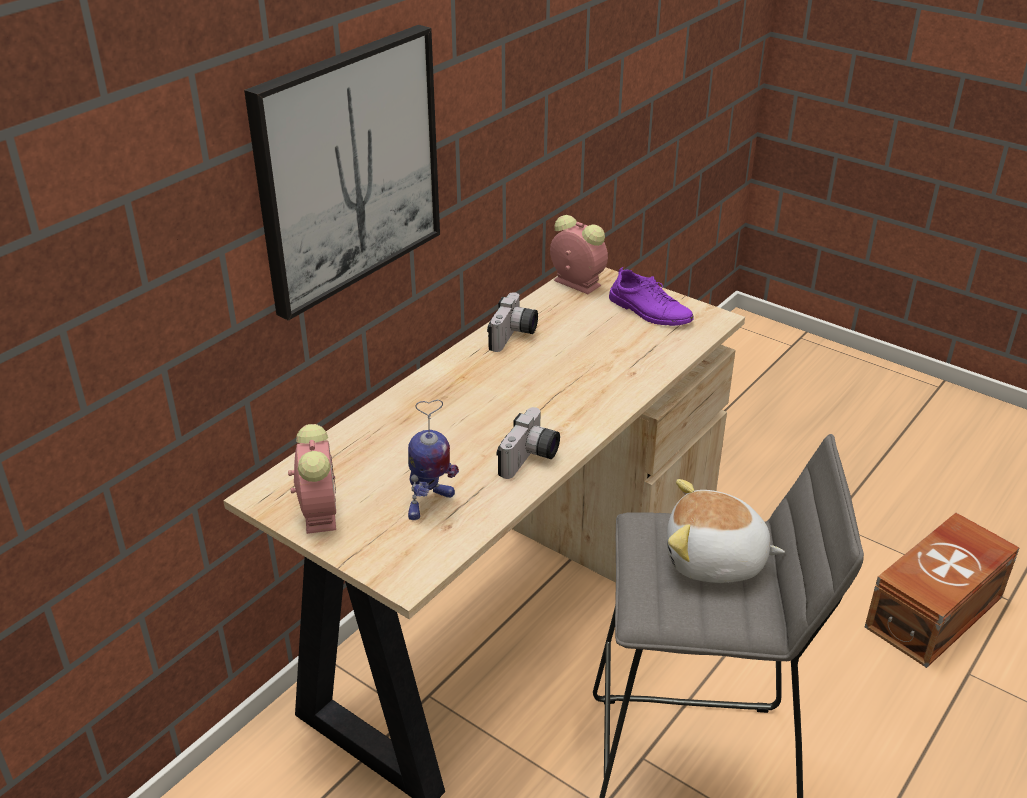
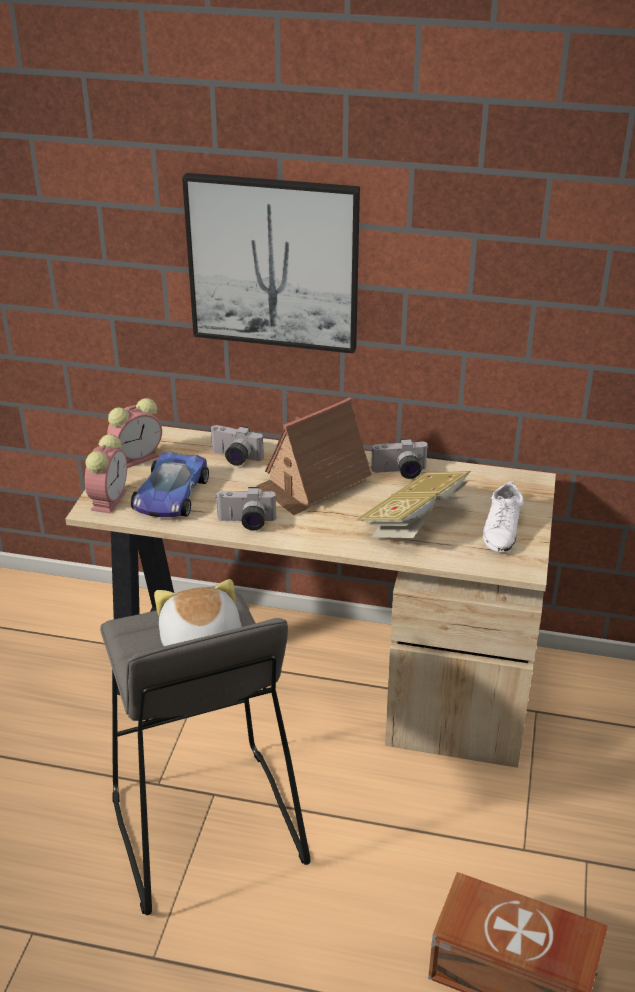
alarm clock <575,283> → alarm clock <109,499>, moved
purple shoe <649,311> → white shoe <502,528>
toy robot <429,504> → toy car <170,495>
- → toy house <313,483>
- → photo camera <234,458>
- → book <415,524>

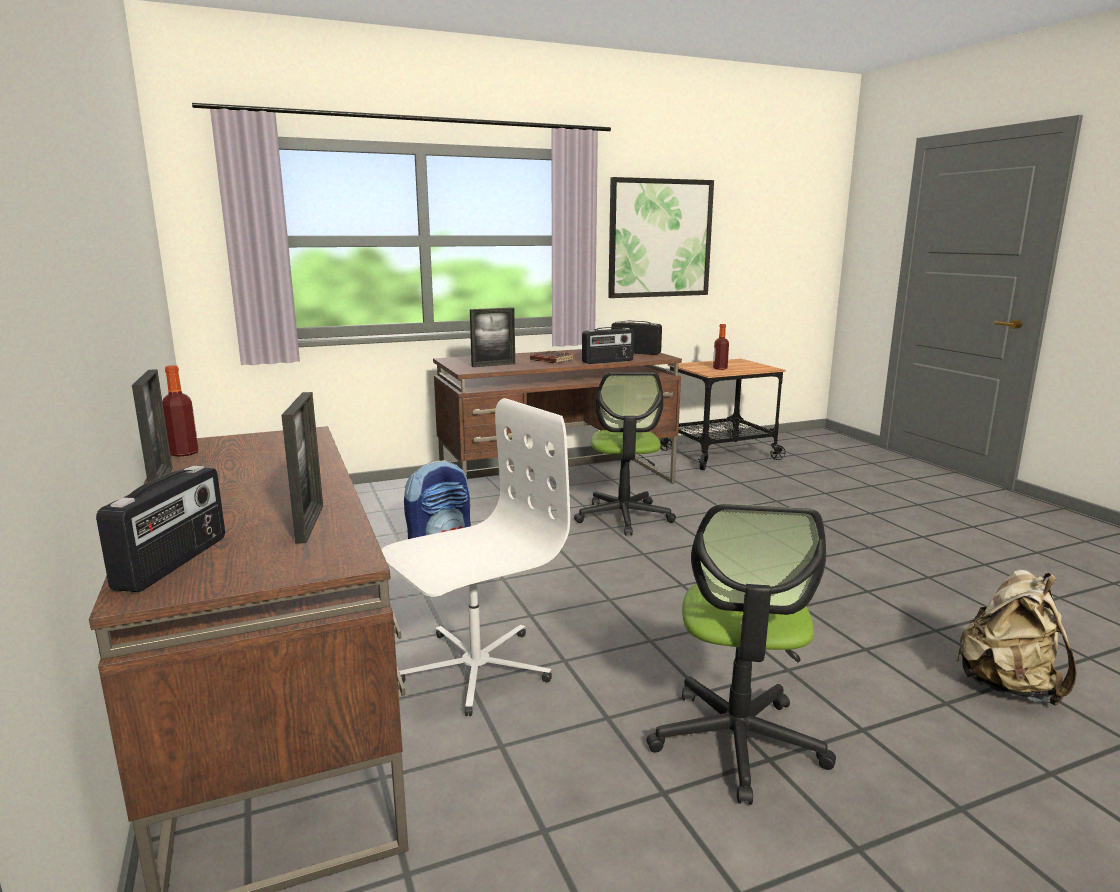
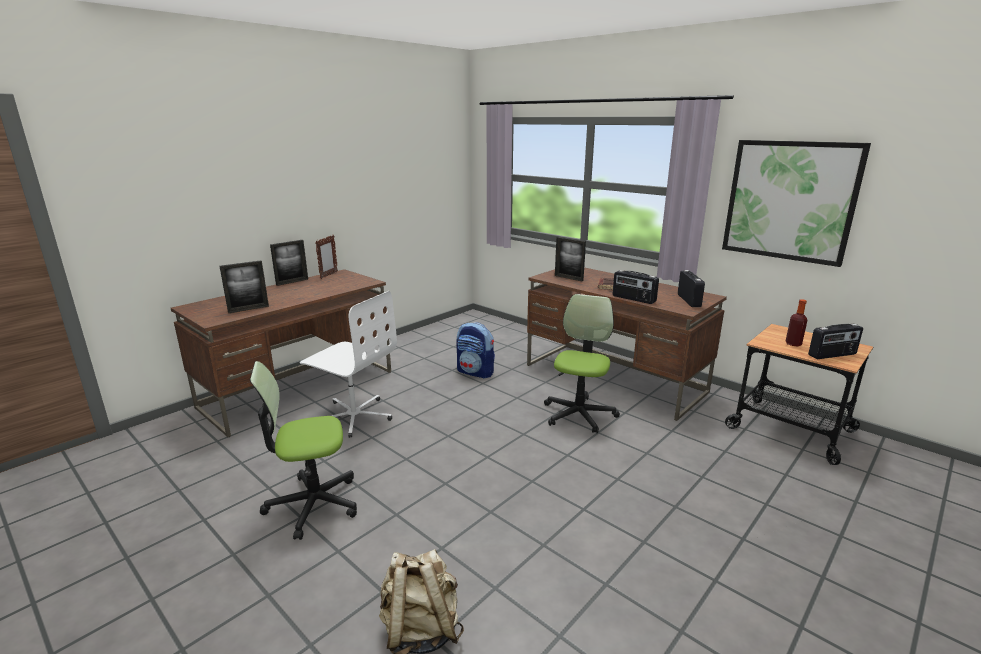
bottle <184,453> → picture frame <328,275>
office chair <624,517> → office chair <579,414>, 135 degrees clockwise
radio <174,562> → radio <832,355>, moved

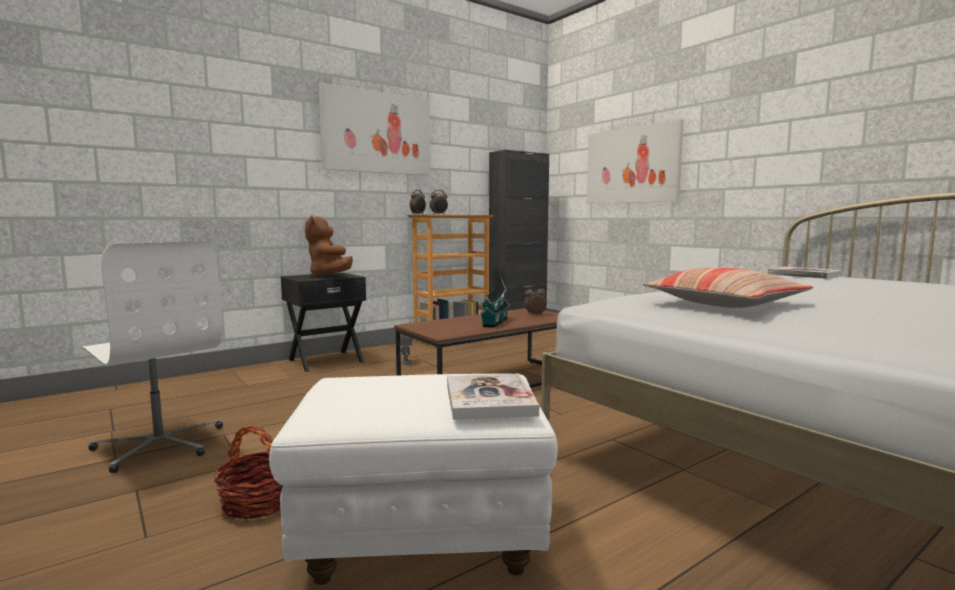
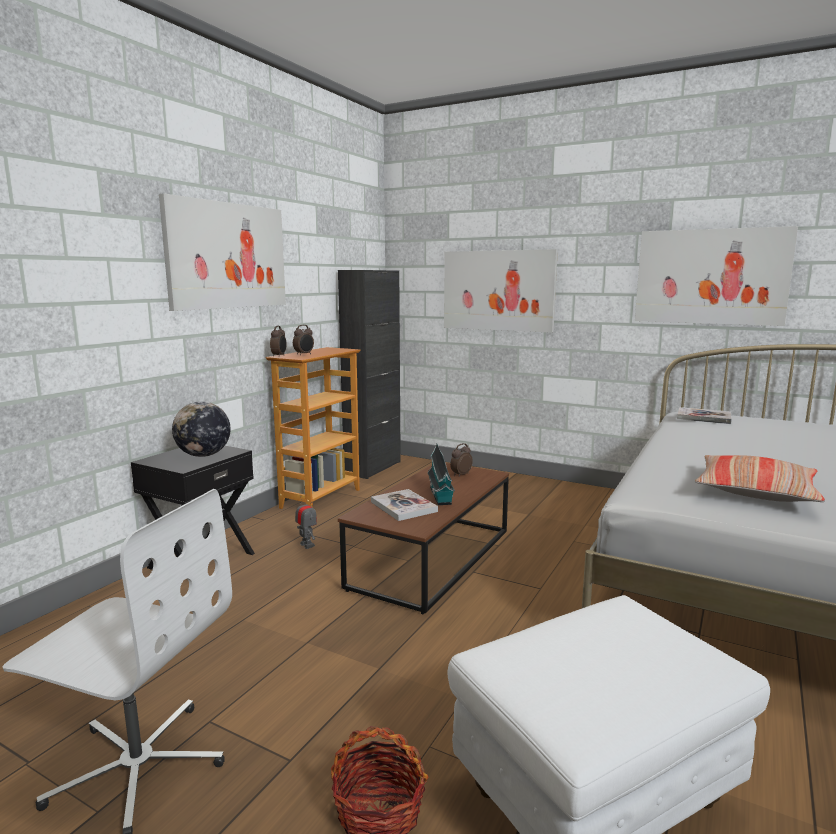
brown plush toy <329,276> → globe <203,455>
book <489,399> → book <403,507>, moved
- → picture <711,277>

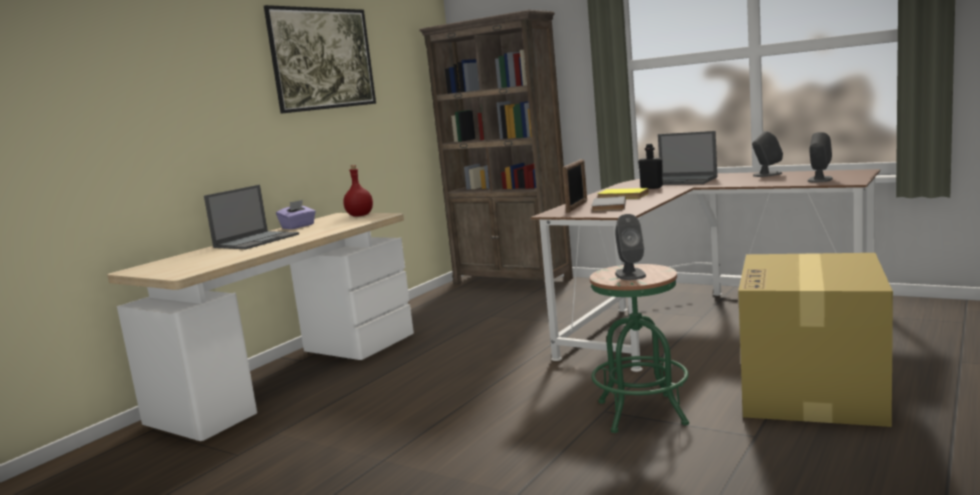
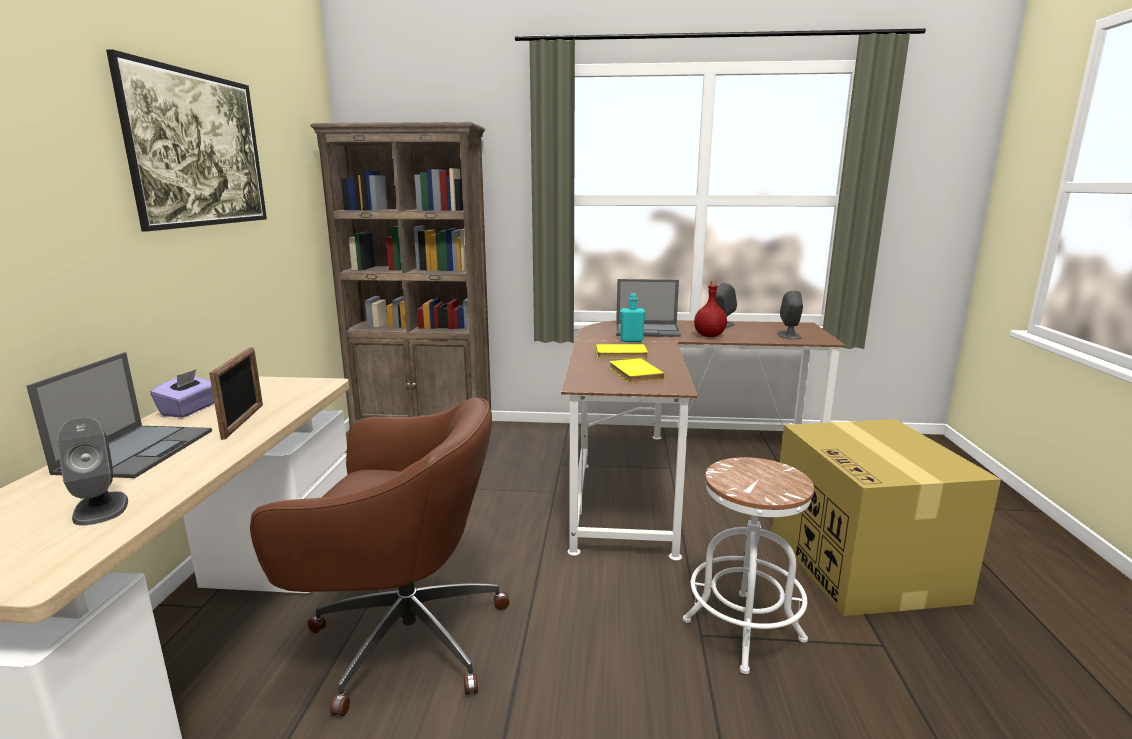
black bottle <651,187> → turquoise bottle <631,340>
picture frame <577,206> → picture frame <243,421>, moved
red bottle <360,215> → red bottle <709,335>, moved
grey book <607,206> → yellow book <633,373>
grey speaker <630,274> → grey speaker <101,508>, moved
green stool <641,413> → white stool <743,630>
- → brown office chair <403,637>

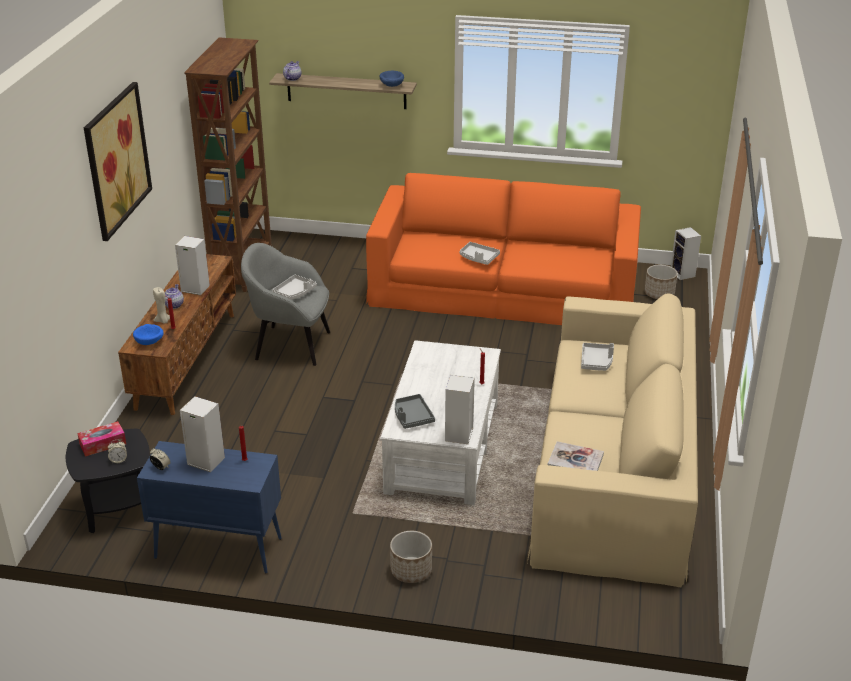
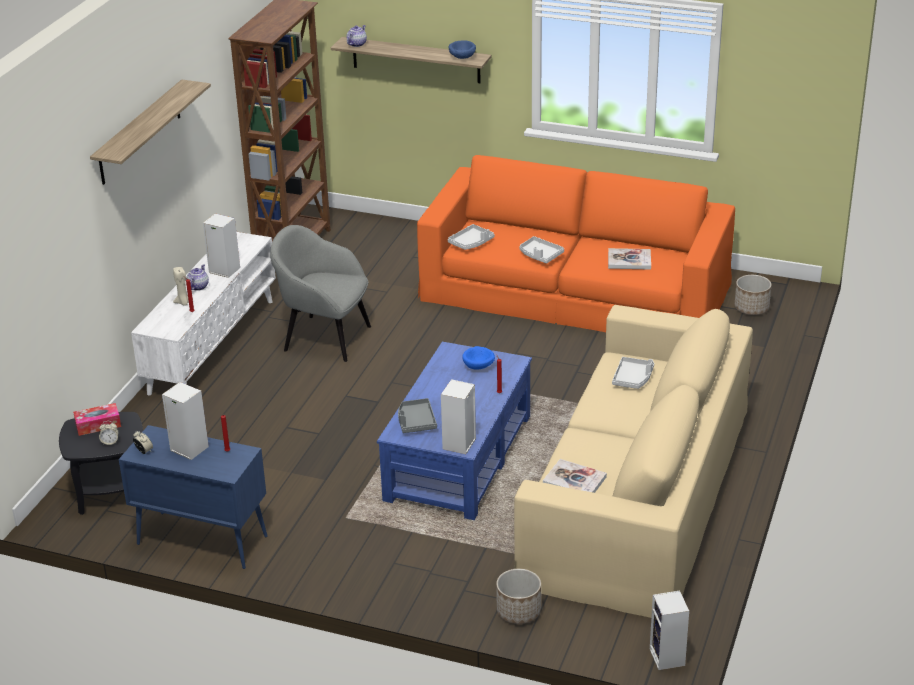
picture <116,160> → shelf <139,133>
speaker <683,274> → speaker <668,658>, moved
brown tv stand <186,359> → white tv stand <212,345>
grey tray <295,293> → grey tray <471,243>, moved
blue bowl <150,342> → blue bowl <479,366>, moved
white coffee table <442,447> → blue coffee table <457,458>
planter <411,571> → planter <518,611>, moved
- → book <629,260>

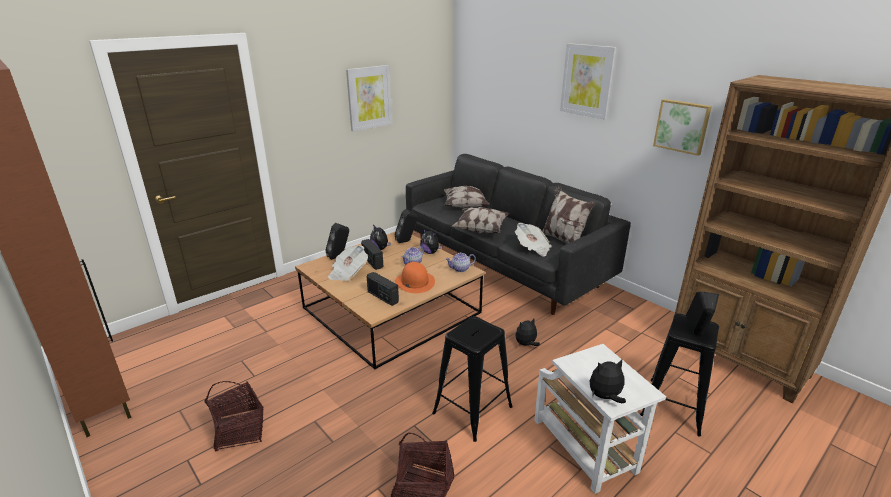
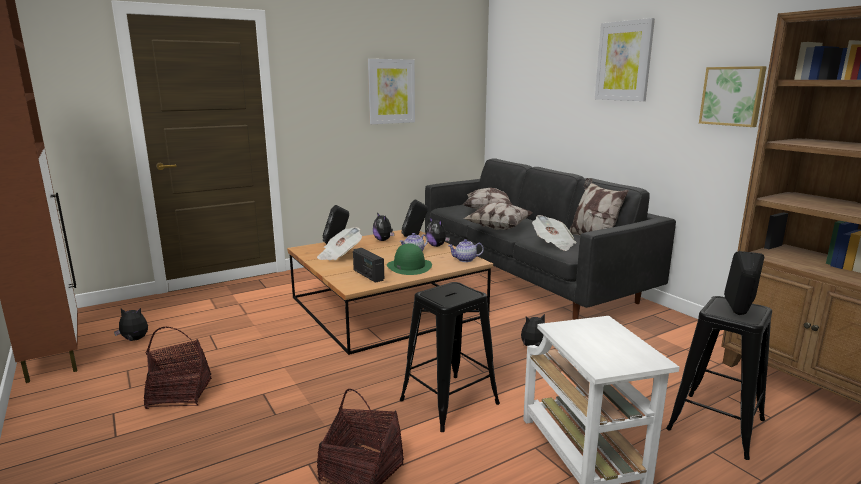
radio <372,262> → -
orange hat <414,282> → green hat <409,266>
plush toy <605,397> → plush toy <134,340>, moved

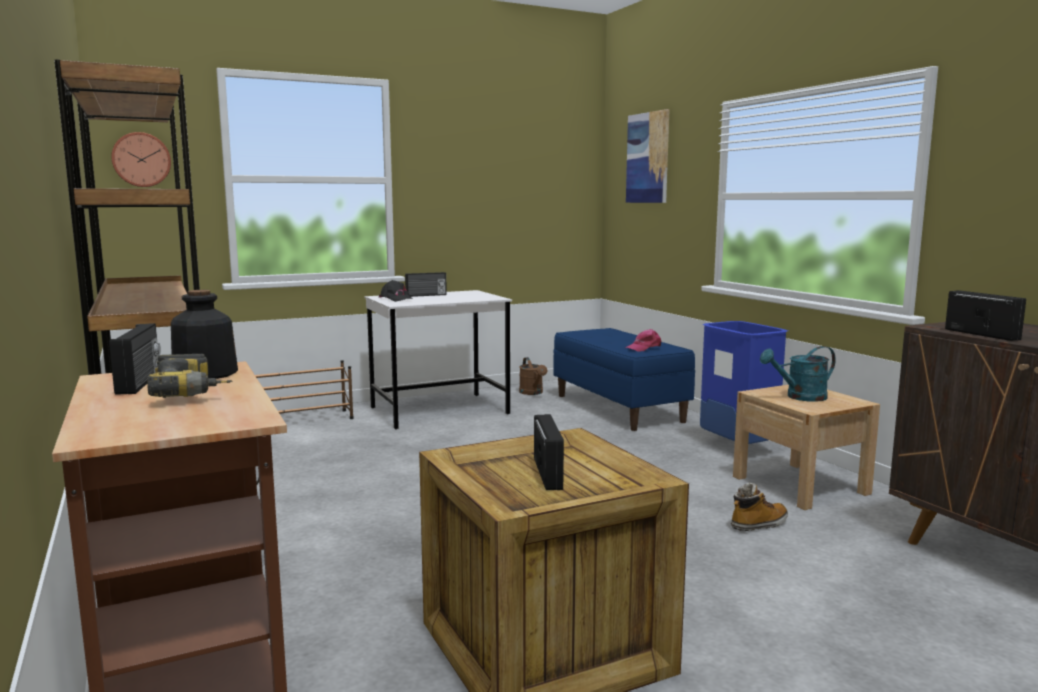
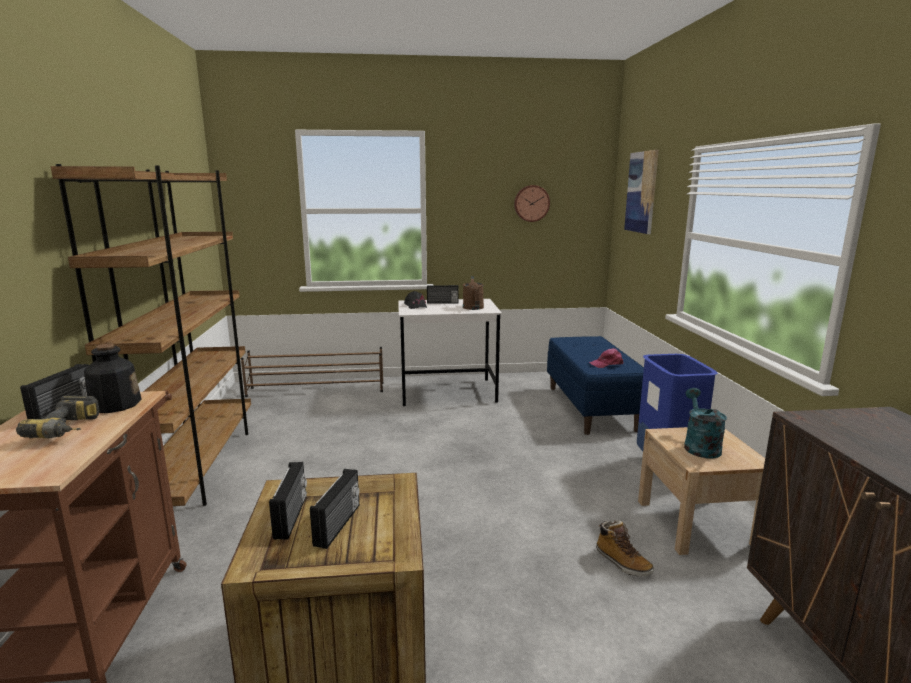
wall clock <141,160> → wall clock <531,203>, moved
radio <982,334> → radio <292,516>, moved
turquoise watering can <800,397> → turquoise watering can <699,446>, 90 degrees clockwise
brown watering can <533,393> → brown watering can <473,308>, moved
boot <759,524> → boot <622,563>, 60 degrees clockwise

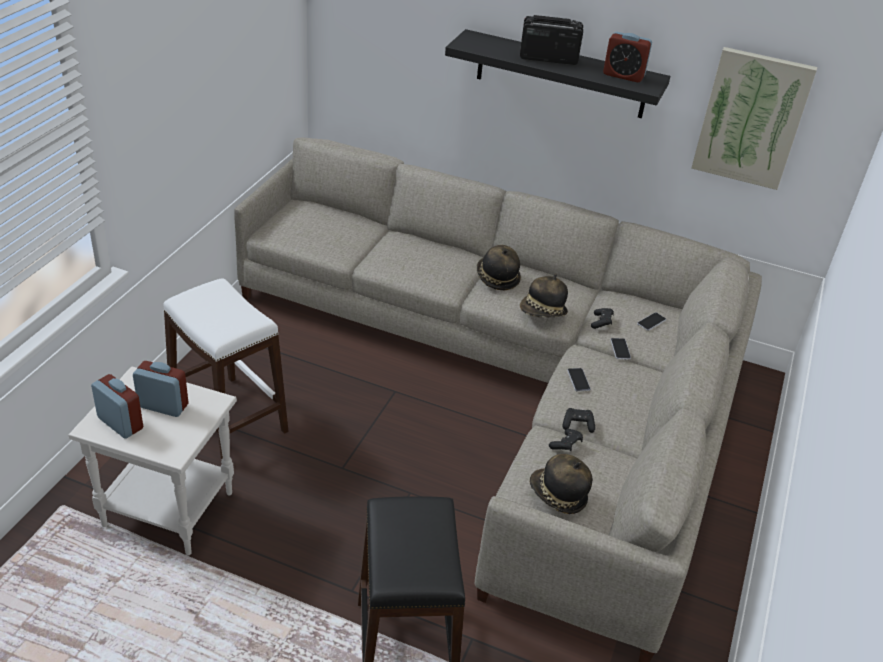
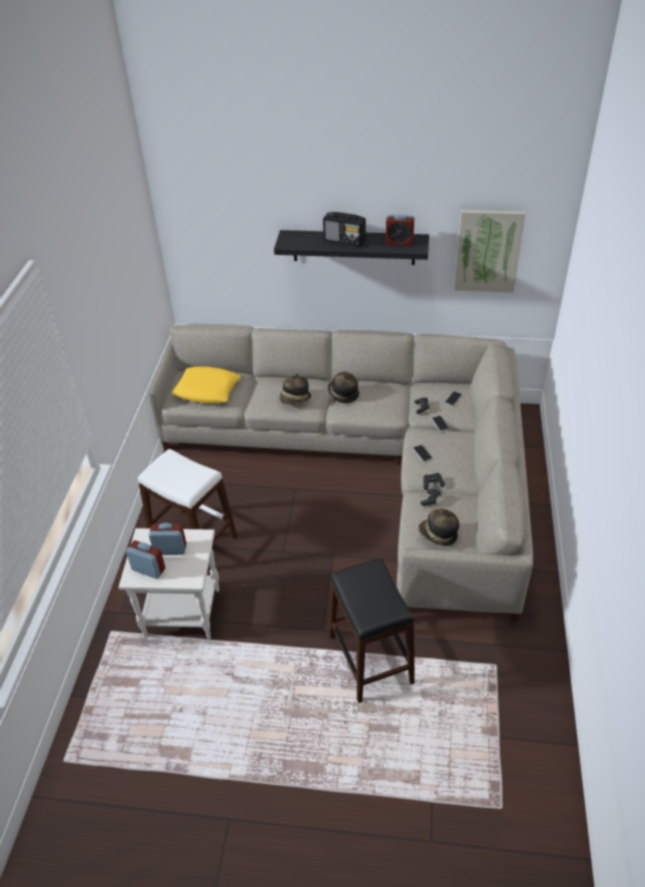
radio <547,58> → radio <345,241>, 150 degrees counterclockwise
hat <542,312> → hat <295,399>, moved
- → yellow pillow <207,390>

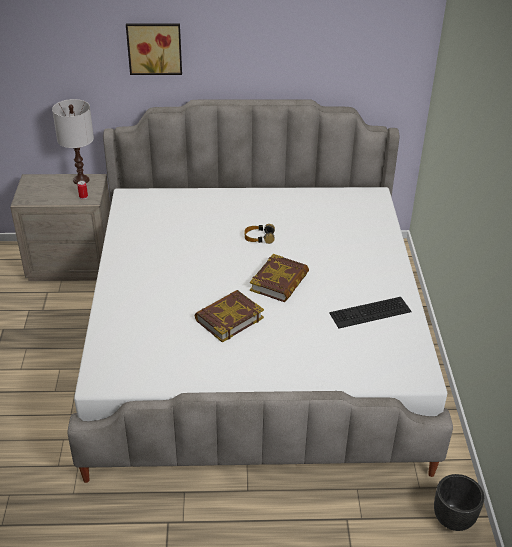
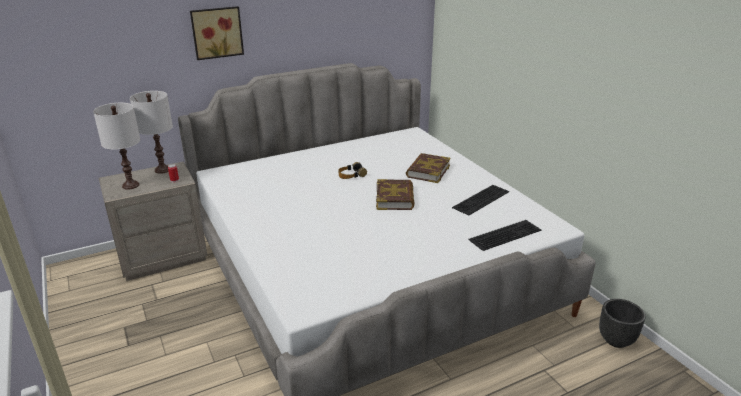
book <229,319> → book <427,171>, moved
- → white table lamp <131,185>
- → keyboard <504,234>

